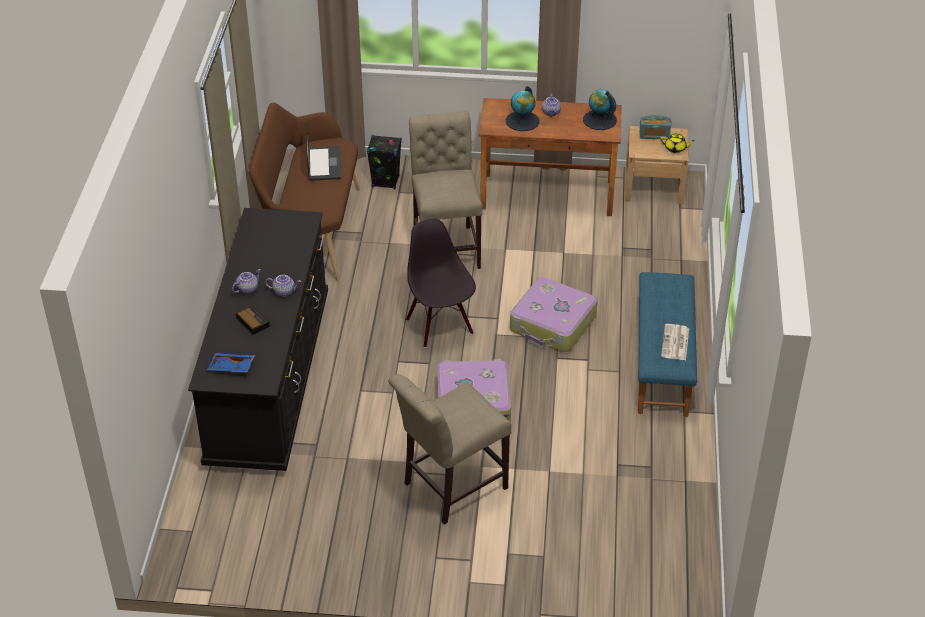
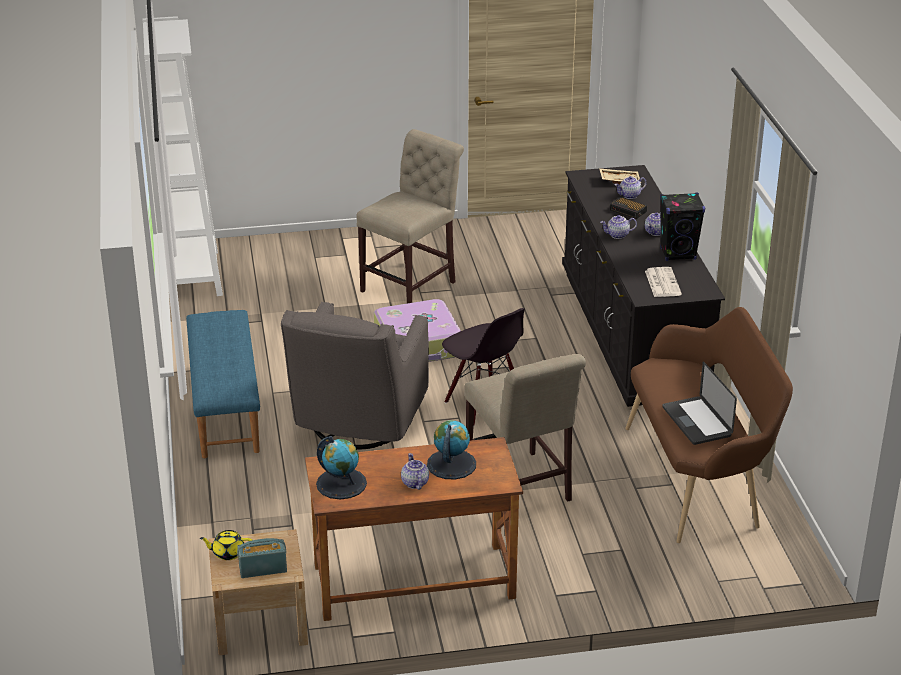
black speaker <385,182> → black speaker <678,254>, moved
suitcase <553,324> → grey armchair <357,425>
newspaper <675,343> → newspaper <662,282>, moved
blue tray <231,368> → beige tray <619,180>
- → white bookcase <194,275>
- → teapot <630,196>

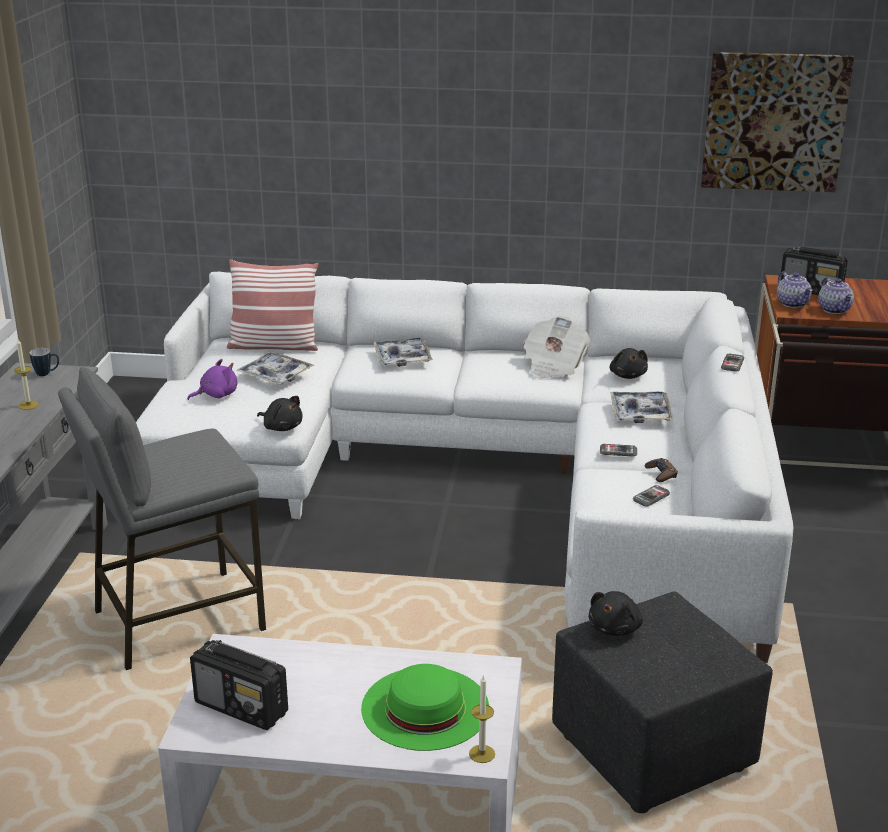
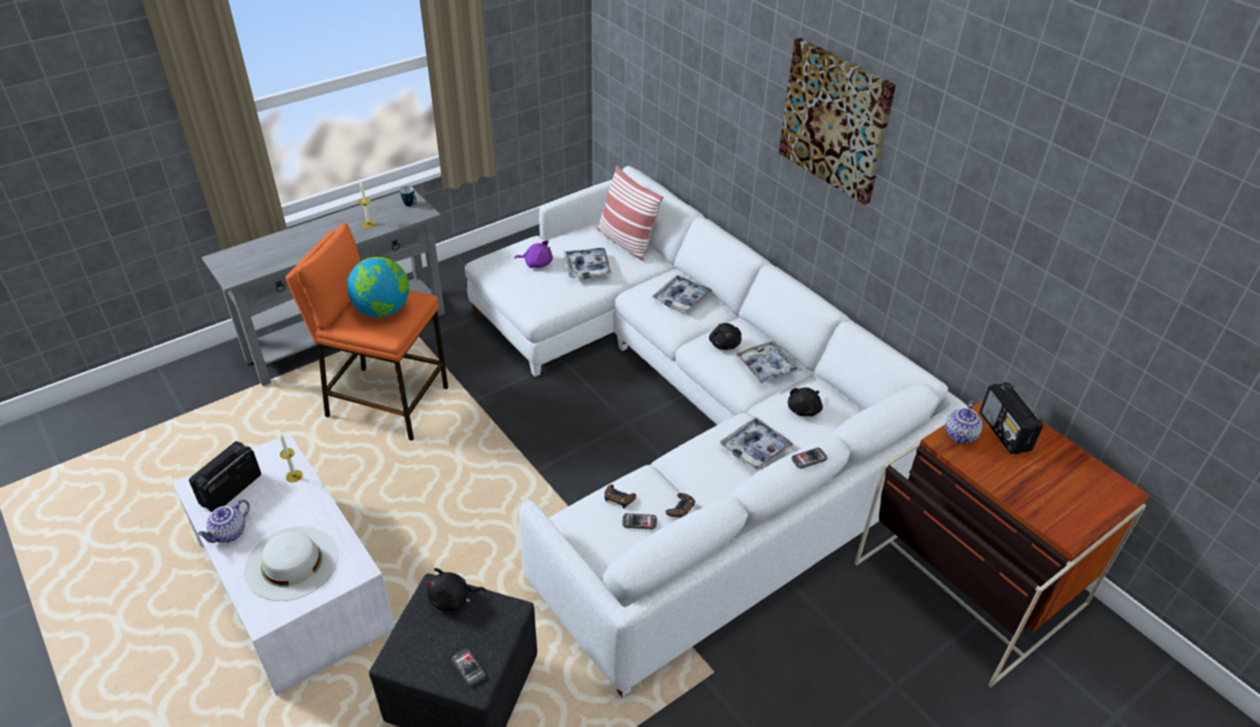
picture <774,122> → picture <835,120>, moved
teapot <835,310> → teapot <229,533>, moved
newspaper <553,365> → tray <766,367>
grey stool <178,620> → orange stool <387,402>
black plush toy <282,427> → black plush toy <724,344>, moved
phone <618,451> → phone <468,667>, moved
radio <242,708> → radio <230,490>, 45 degrees clockwise
green hat <425,708> → white hat <291,562>
candle <482,754> → candle <294,476>, moved
- → globe <383,310>
- → brown game controller <619,498>

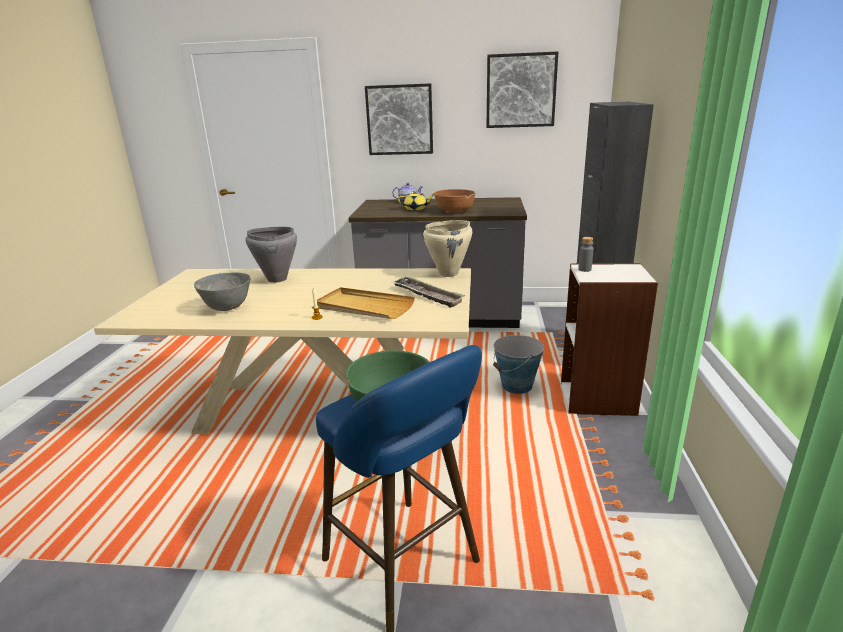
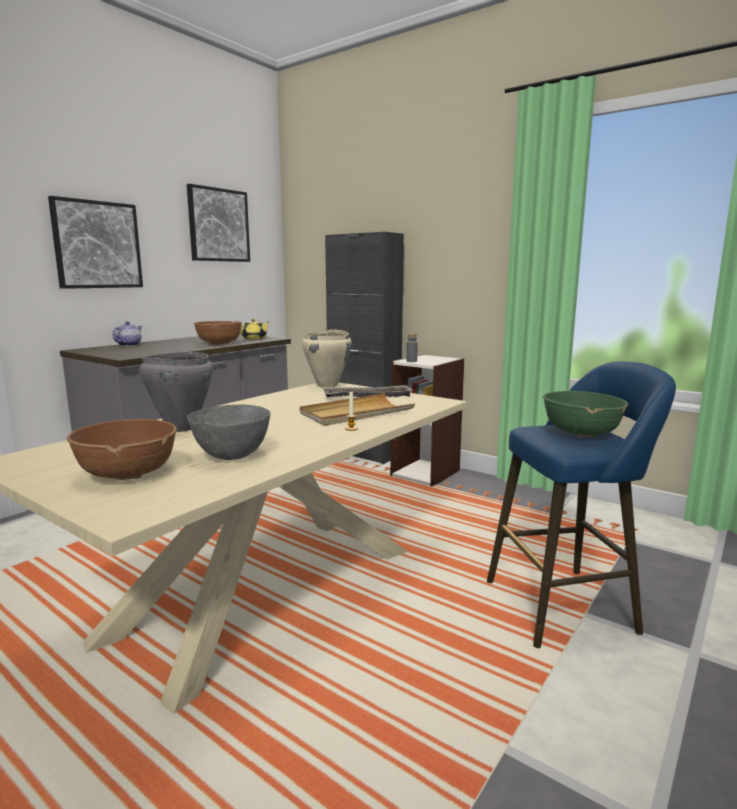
yellow teapot <416,209> → yellow teapot <255,338>, moved
bucket <517,386> → -
- → brown bowl <128,474>

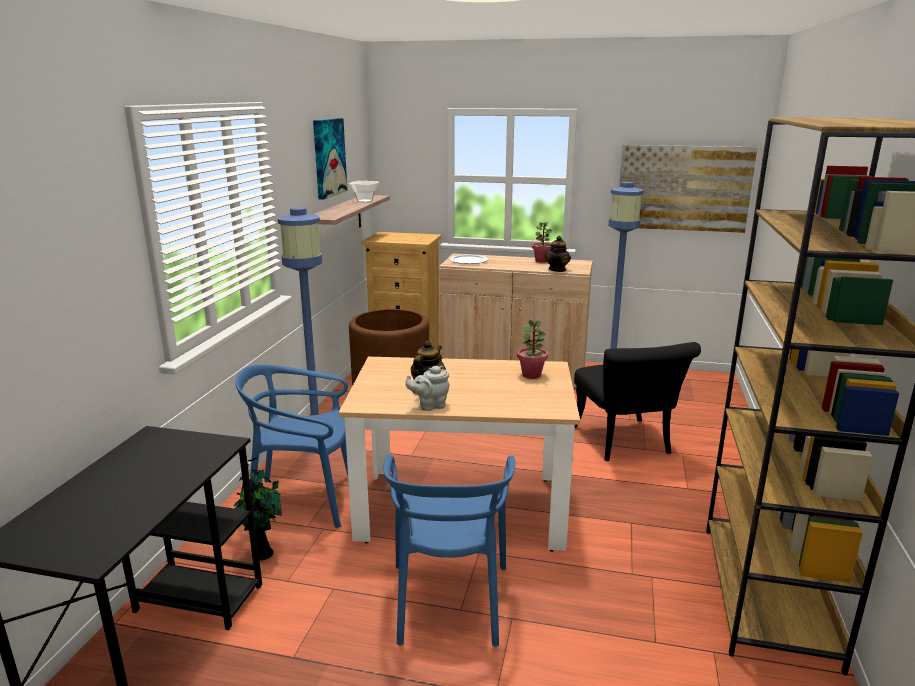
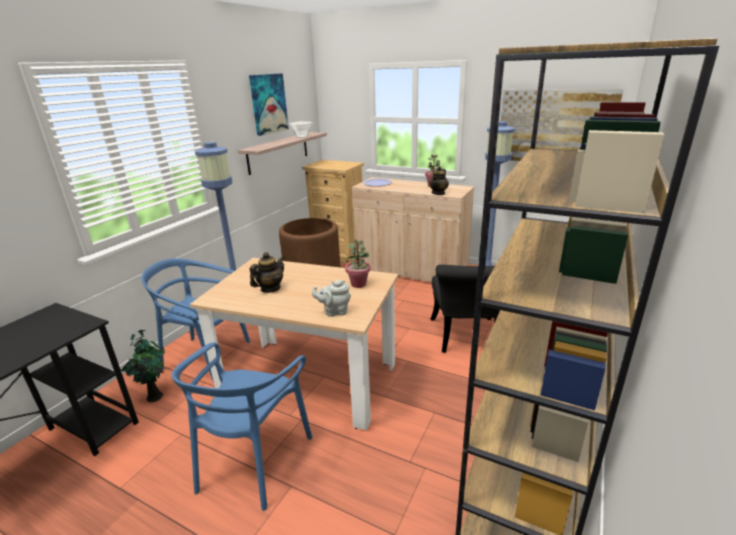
grey teapot <430,406> → grey teapot <334,311>, moved

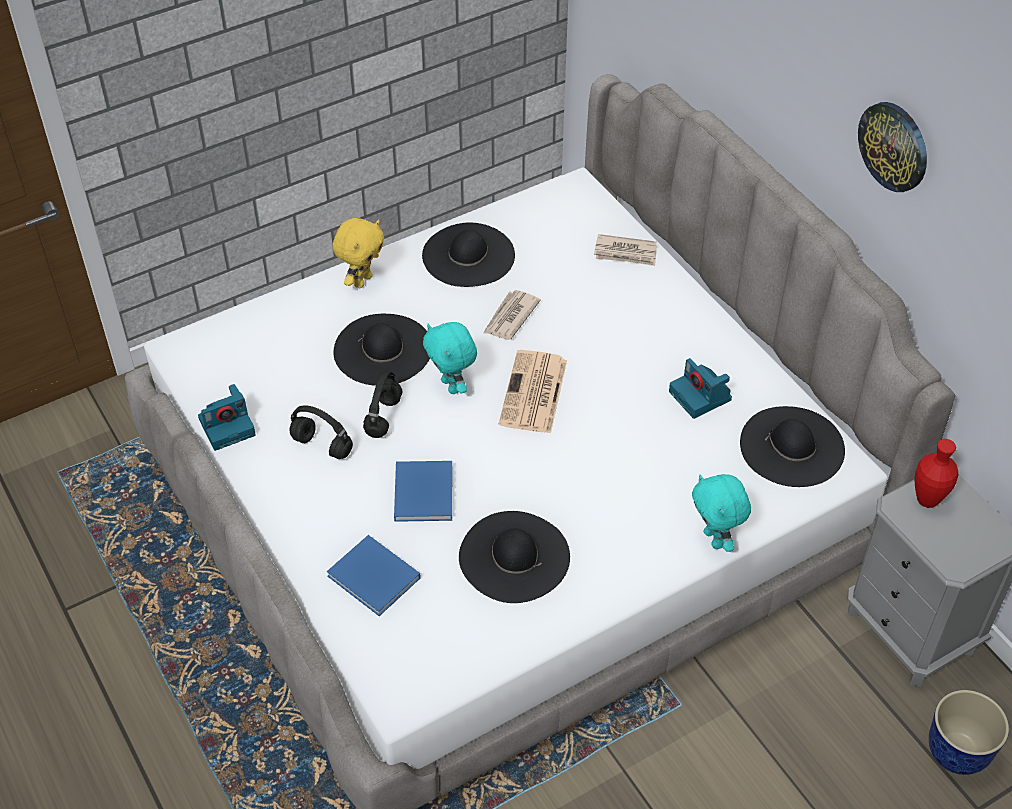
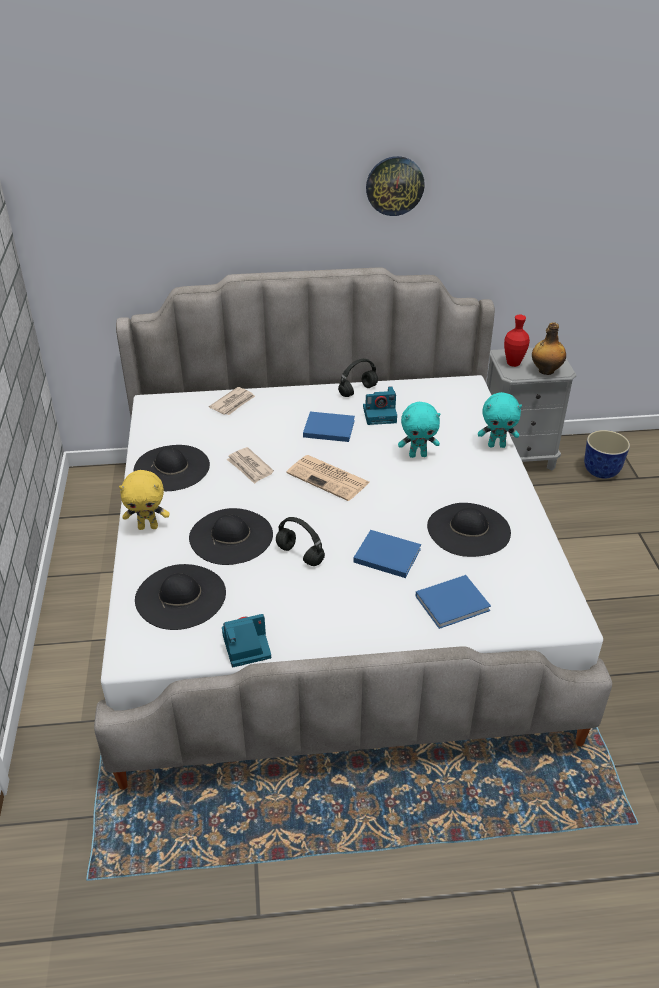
yellow plush toy <362,280> → yellow plush toy <148,526>, 120 degrees clockwise
turquoise plush toy <452,386> → turquoise plush toy <418,455>, moved
photo camera <228,426> → photo camera <245,647>, 105 degrees counterclockwise
black headphones <323,446> → black headphones <358,390>, moved
black hat <792,446> → black hat <180,596>, moved
- → bottle <545,371>
- → blue book <327,428>

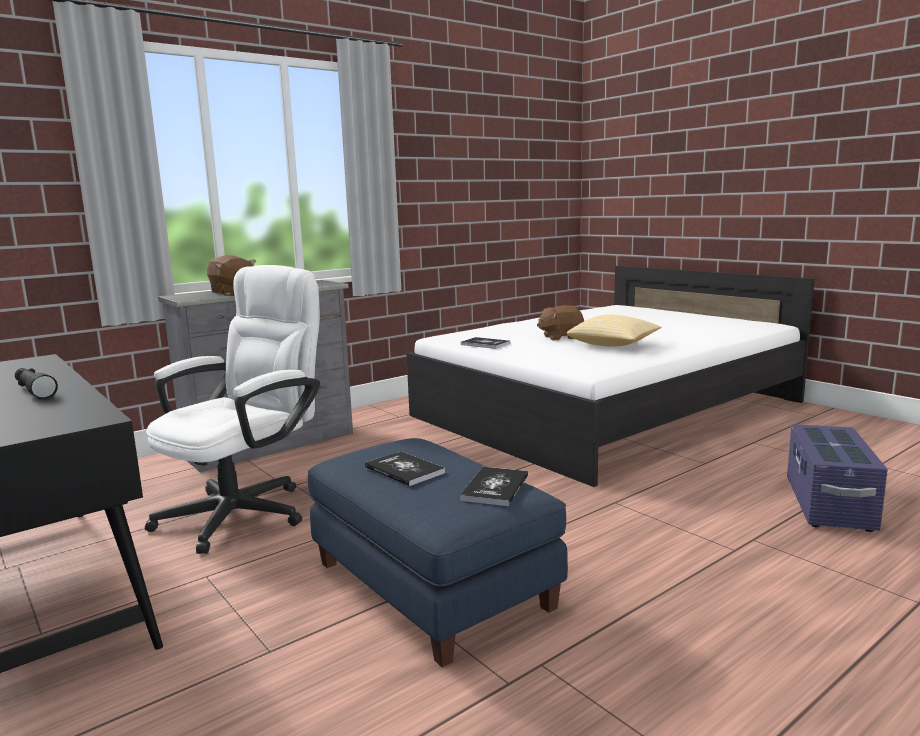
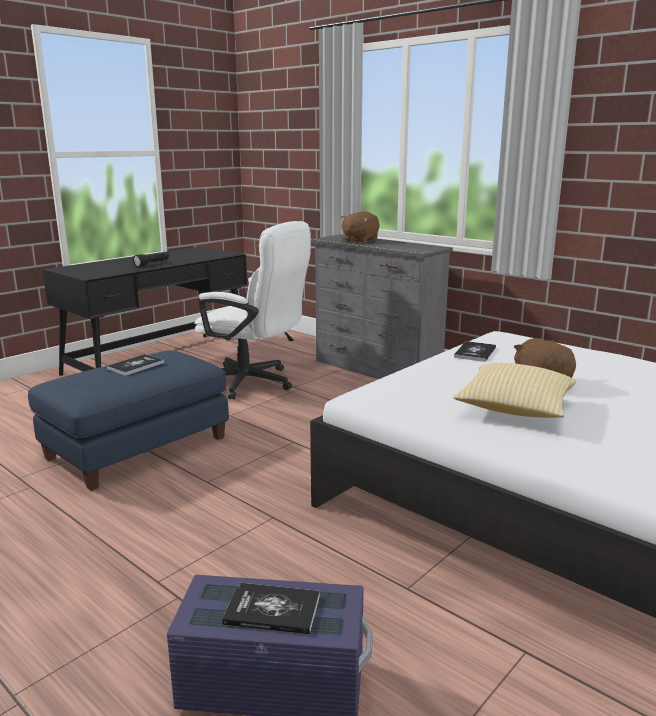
book <495,488> → book <272,610>, moved

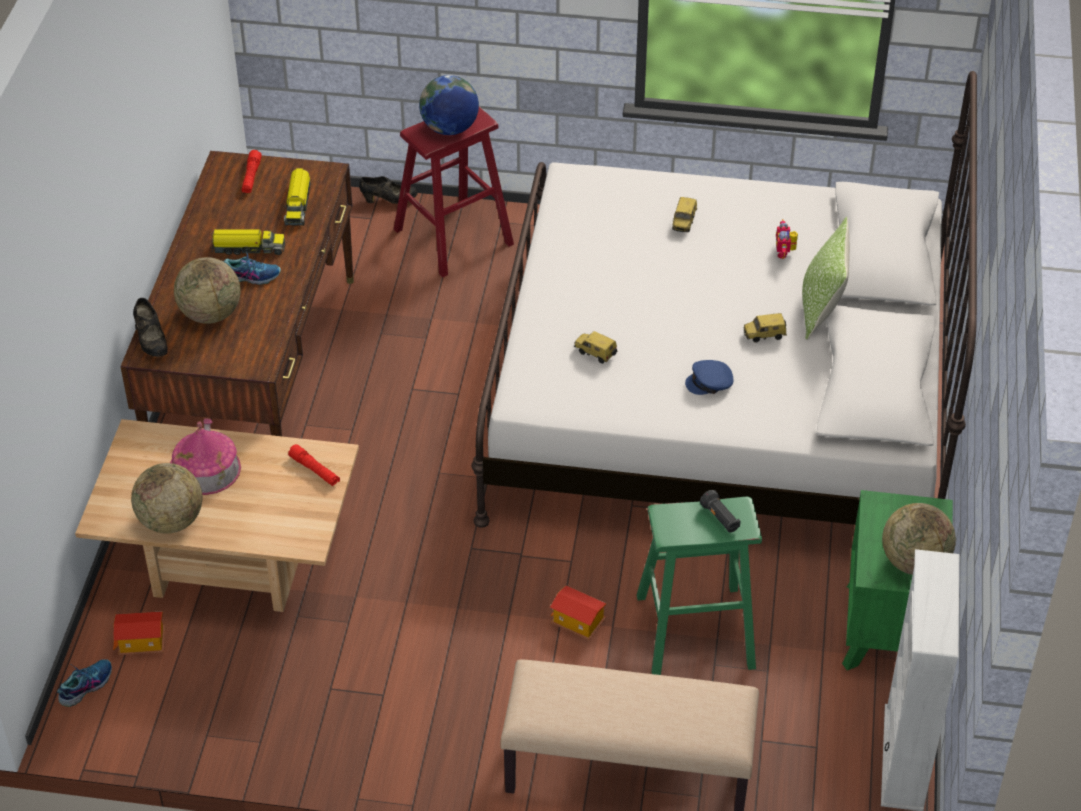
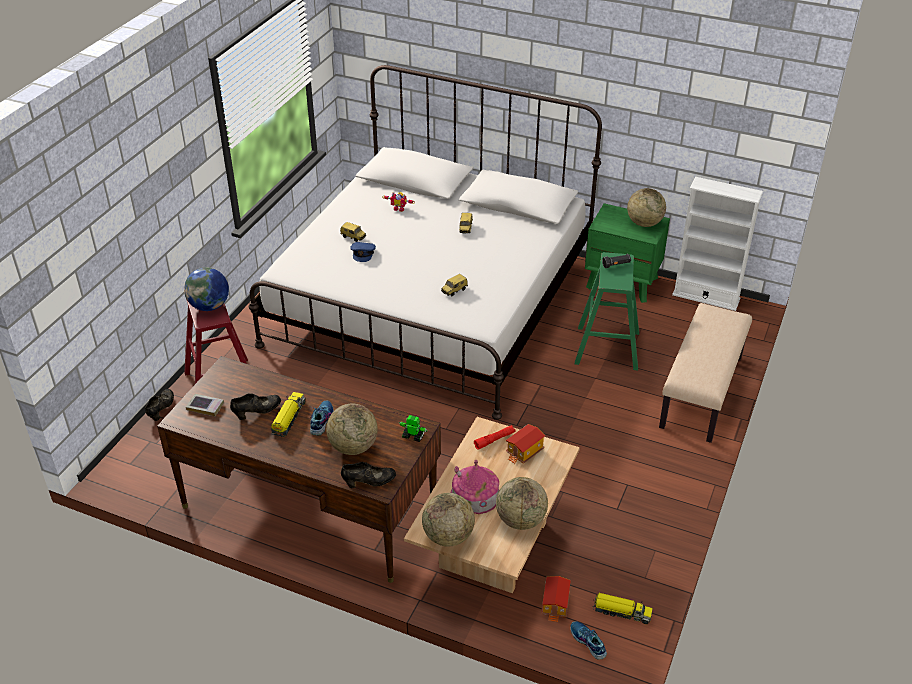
red flashlight <251,177> → book <205,407>
toy truck <298,204> → toy truck <621,612>, moved
pillow <821,309> → -
blue cap <710,383> → blue cap <363,253>, moved
toy house <577,624> → toy house <525,452>, moved
- → black shoe <257,412>
- → toy robot <413,435>
- → globe <448,536>

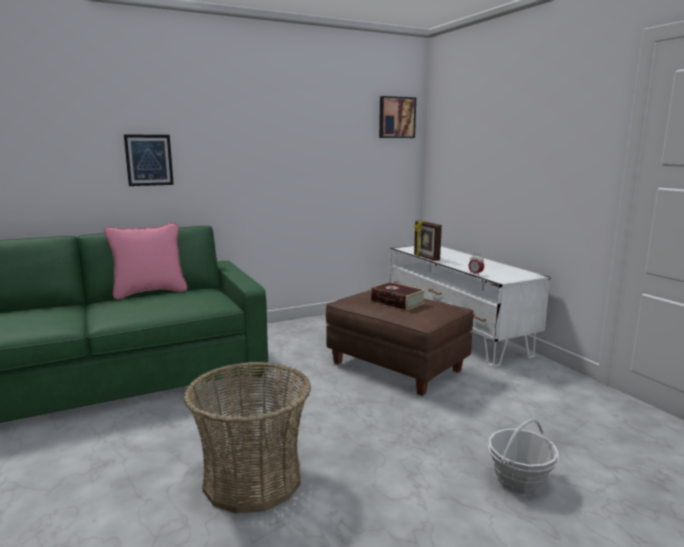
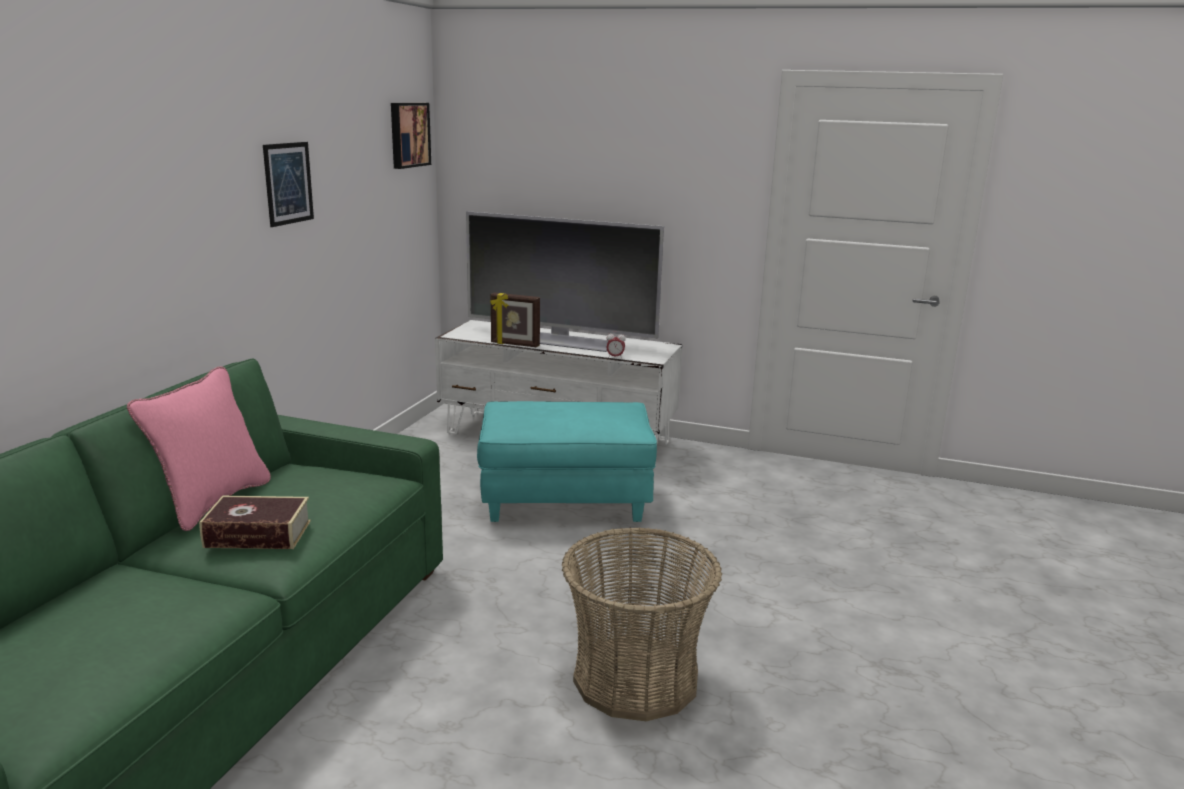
picture <149,160> → picture <288,183>, moved
book <397,302> → book <258,534>, moved
brown ottoman <396,367> → turquoise ottoman <565,501>
basket <519,479> → -
- → television <559,340>

